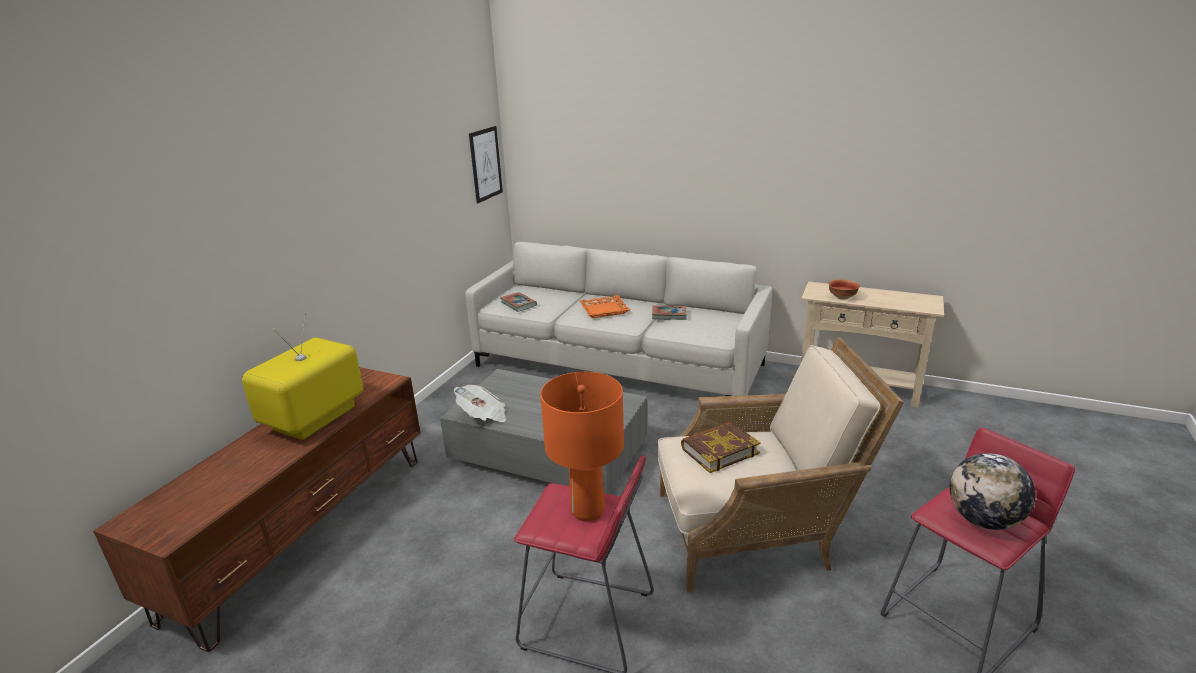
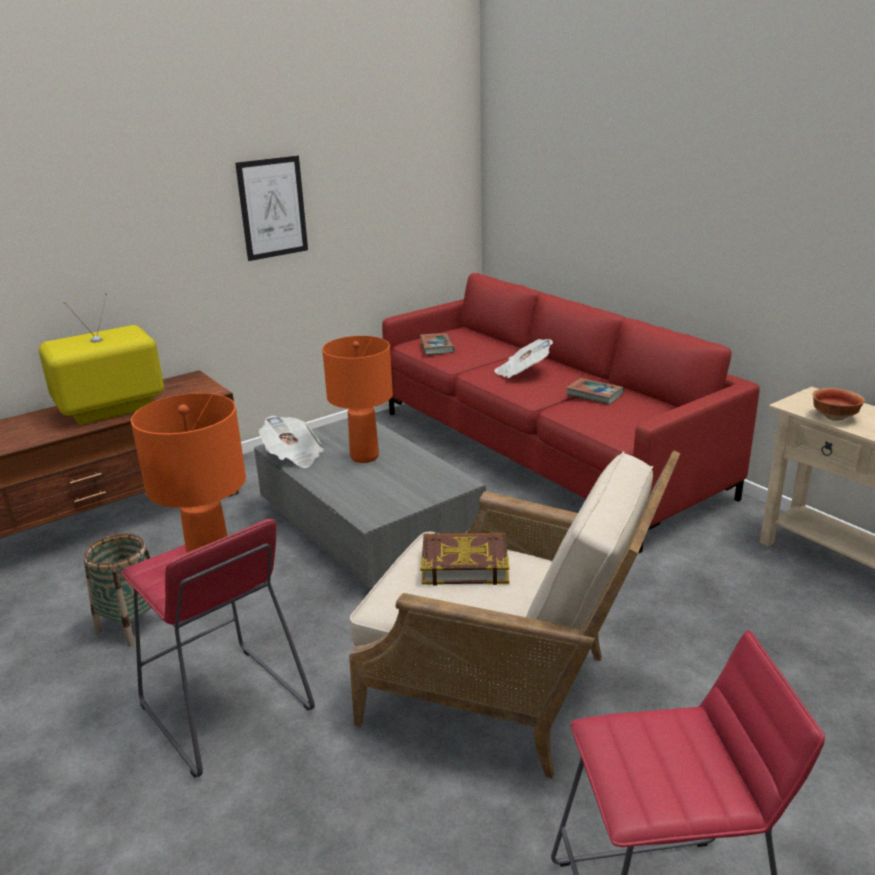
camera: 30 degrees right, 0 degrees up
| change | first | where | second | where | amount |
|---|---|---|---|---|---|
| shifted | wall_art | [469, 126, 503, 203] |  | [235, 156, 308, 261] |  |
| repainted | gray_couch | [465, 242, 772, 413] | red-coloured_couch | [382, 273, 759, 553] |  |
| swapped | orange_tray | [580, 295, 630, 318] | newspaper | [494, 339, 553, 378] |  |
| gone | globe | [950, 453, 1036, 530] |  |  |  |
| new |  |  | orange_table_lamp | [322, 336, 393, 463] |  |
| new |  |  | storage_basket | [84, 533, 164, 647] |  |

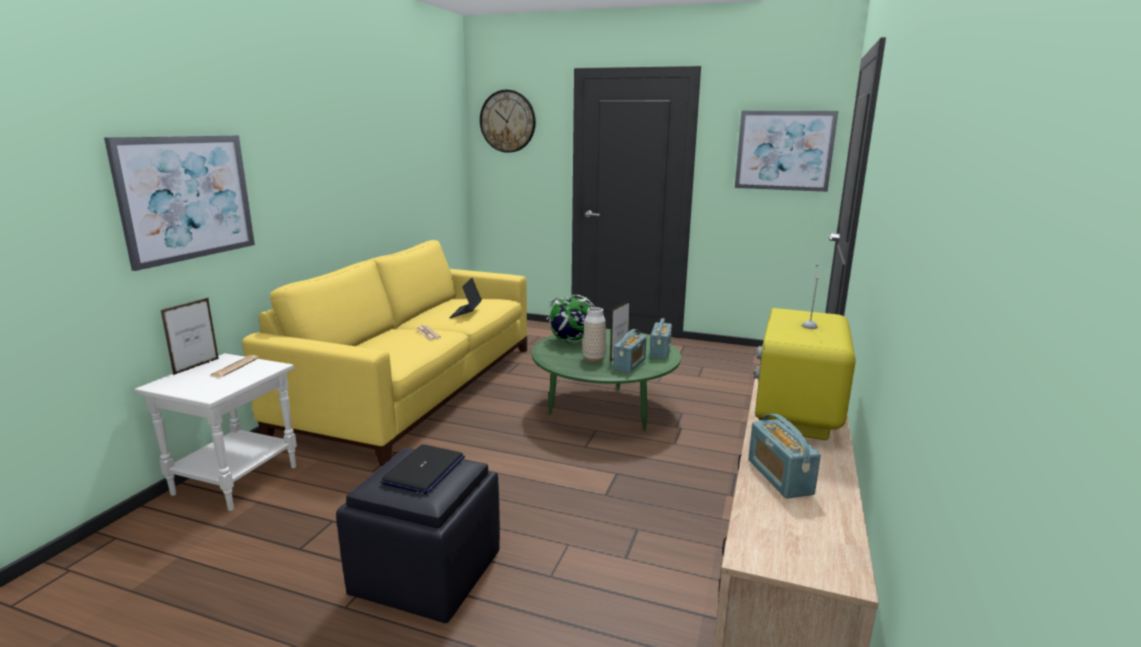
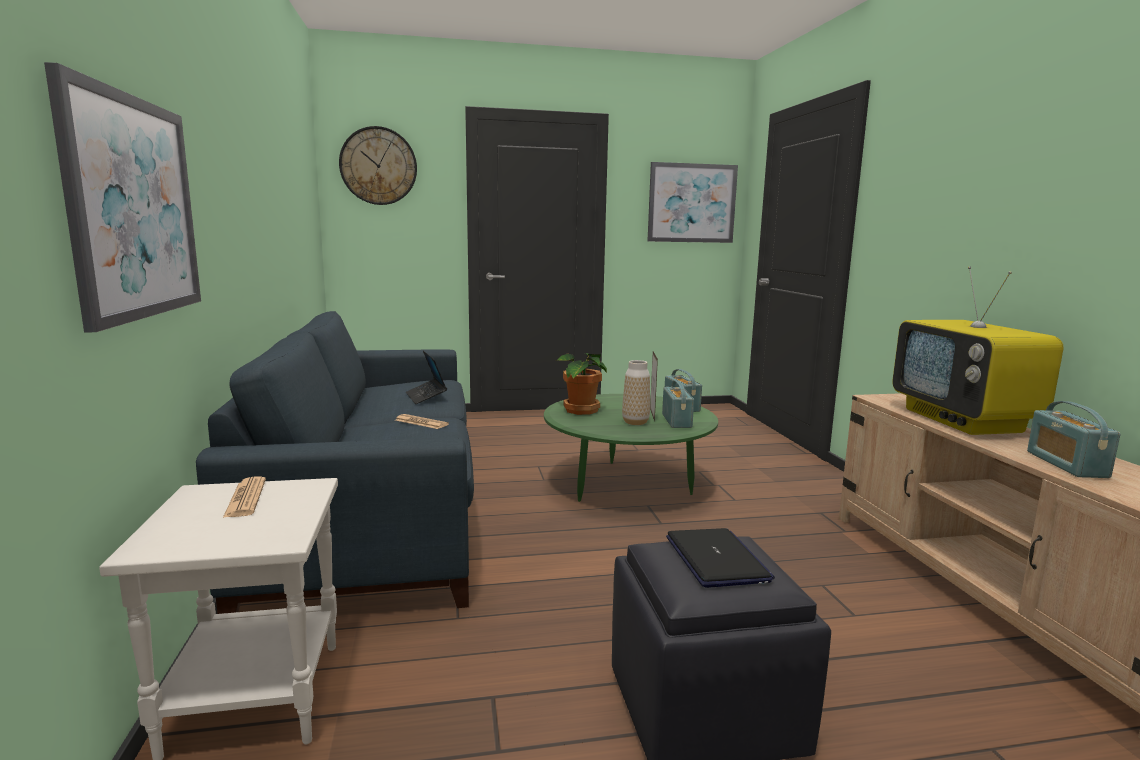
camera: 30 degrees left, 5 degrees down
| change | first | where | second | where | amount |
|---|---|---|---|---|---|
| repainted | yellow-coloured_couch | [242, 240, 527, 466] | blue_couch | [196, 311, 474, 614] |  |
| swapped | globe | [547, 295, 595, 343] | houseplant | [555, 353, 607, 415] |  |
| gone | photo_frame | [161, 298, 219, 375] |  |  |  |
| rotated | radio_receiver | [748, 414, 821, 498] |  | [1027, 401, 1121, 478] | 45 degrees clockwise |

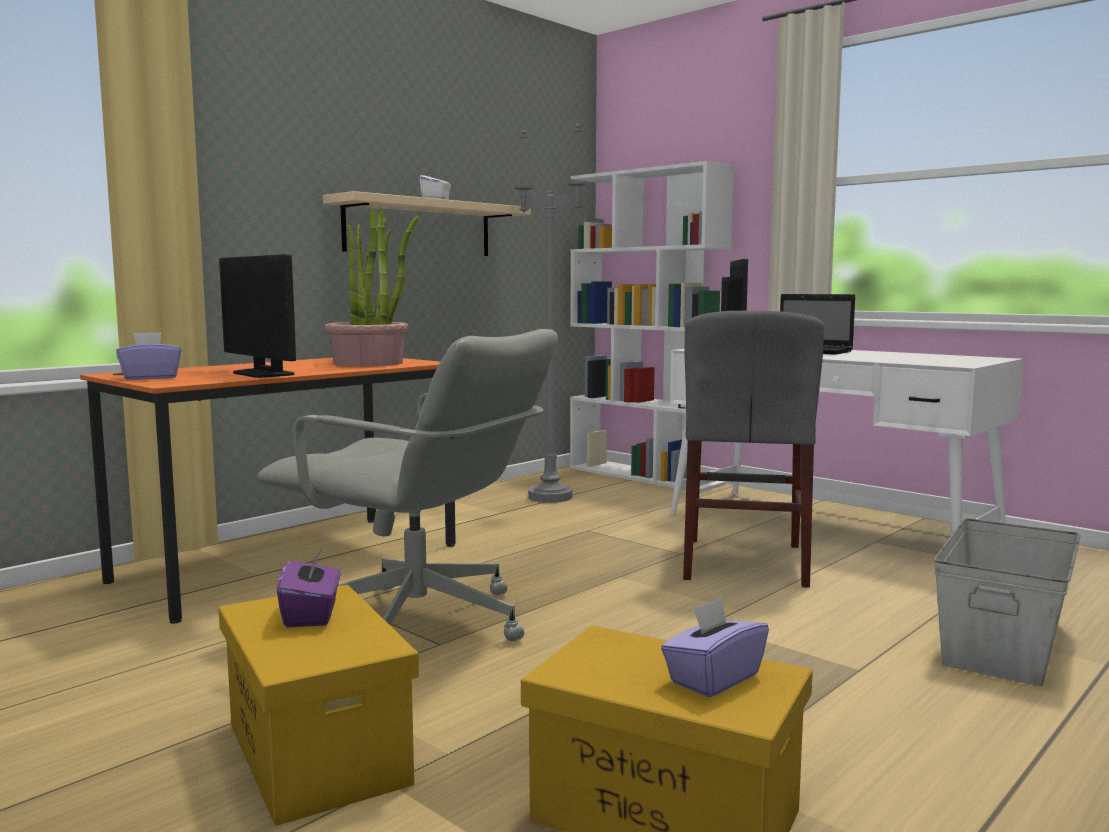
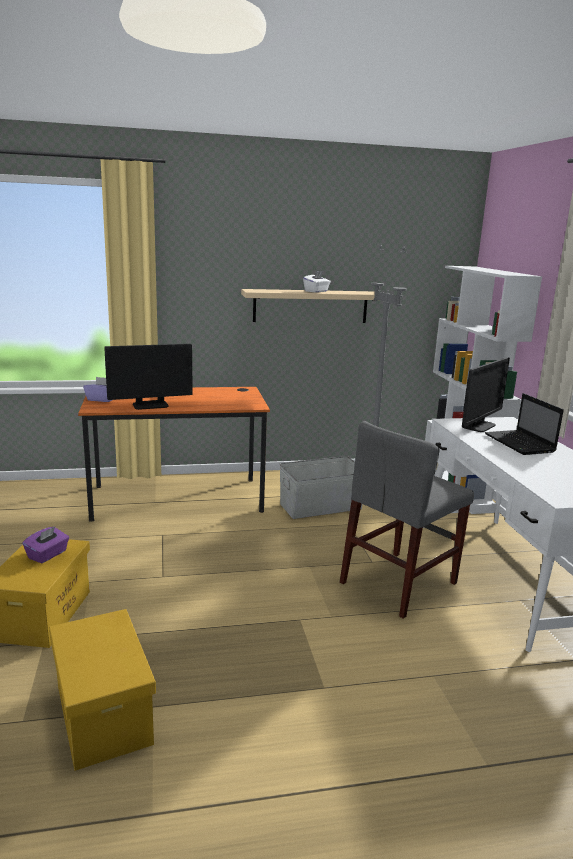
camera: 35 degrees right, 10 degrees up
| change | first | where | second | where | amount |
|---|---|---|---|---|---|
| gone | houseplant | [325, 207, 419, 367] |  |  |  |
| rotated | monitor | [219, 254, 296, 378] |  | [104, 344, 193, 410] | 105 degrees counterclockwise |
| gone | gray_office_chair | [258, 329, 558, 641] |  |  |  |
| shifted | gray_storage_container | [933, 518, 1081, 686] |  | [280, 456, 363, 519] |  |
| gone | purple_box_of_tissues | [661, 597, 769, 697] |  |  |  |

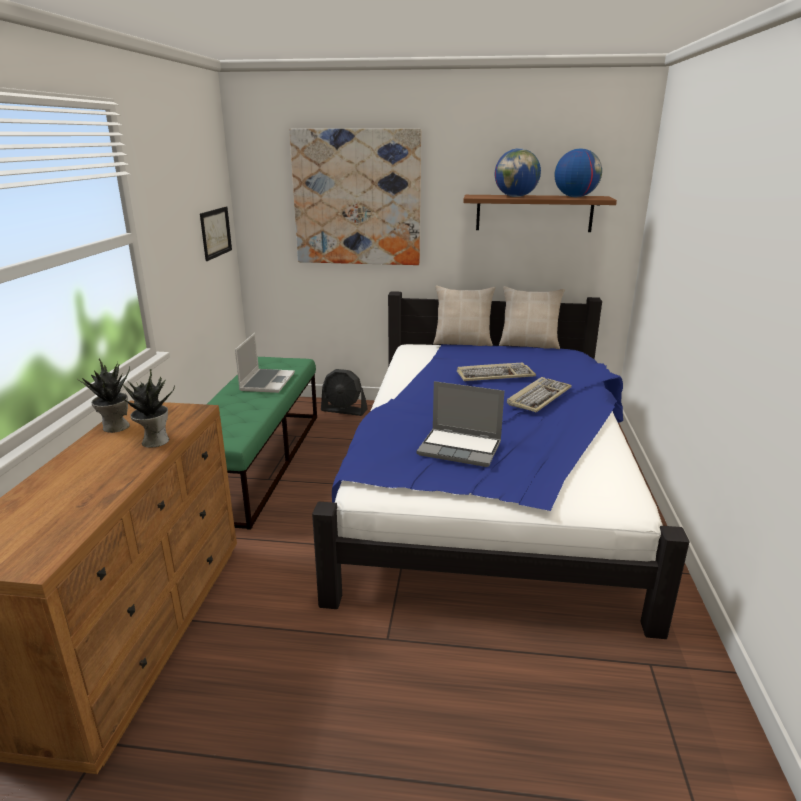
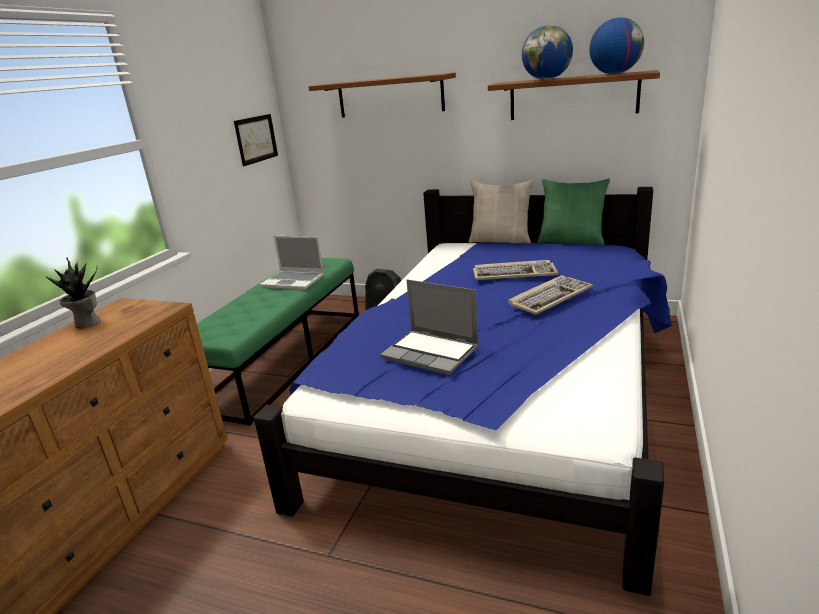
camera: 15 degrees right, 0 degrees up
| change | first | where | second | where | amount |
|---|---|---|---|---|---|
| swapped | wall_art | [289, 129, 421, 265] | brown-coloured_shelf | [308, 73, 456, 118] |  |
| repainted | beige_pillow | [499, 286, 565, 349] | green_pillow | [537, 179, 610, 245] |  |
| rotated | notebook_computer | [235, 333, 295, 393] |  | [260, 236, 324, 290] | 90 degrees clockwise |
| gone | houseplant | [122, 369, 175, 447] |  |  |  |

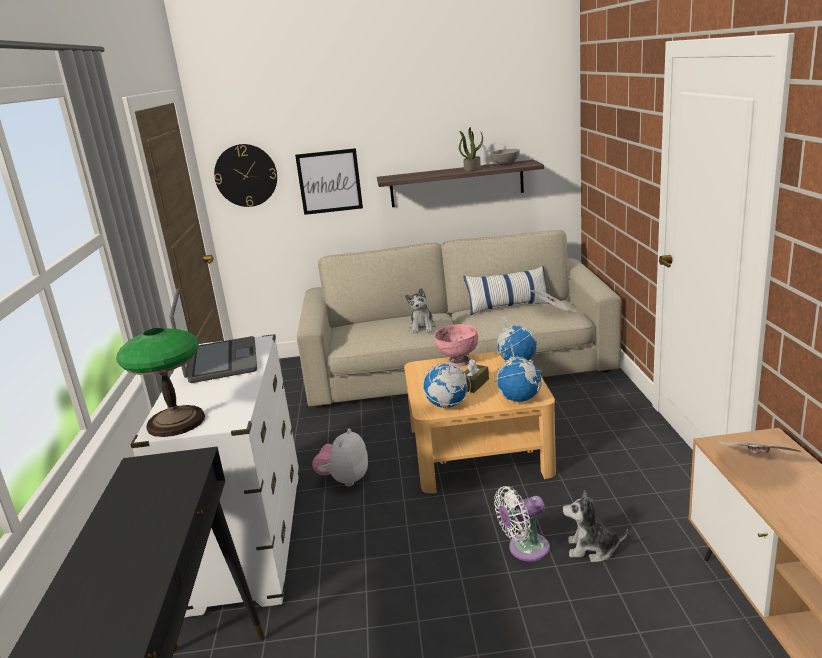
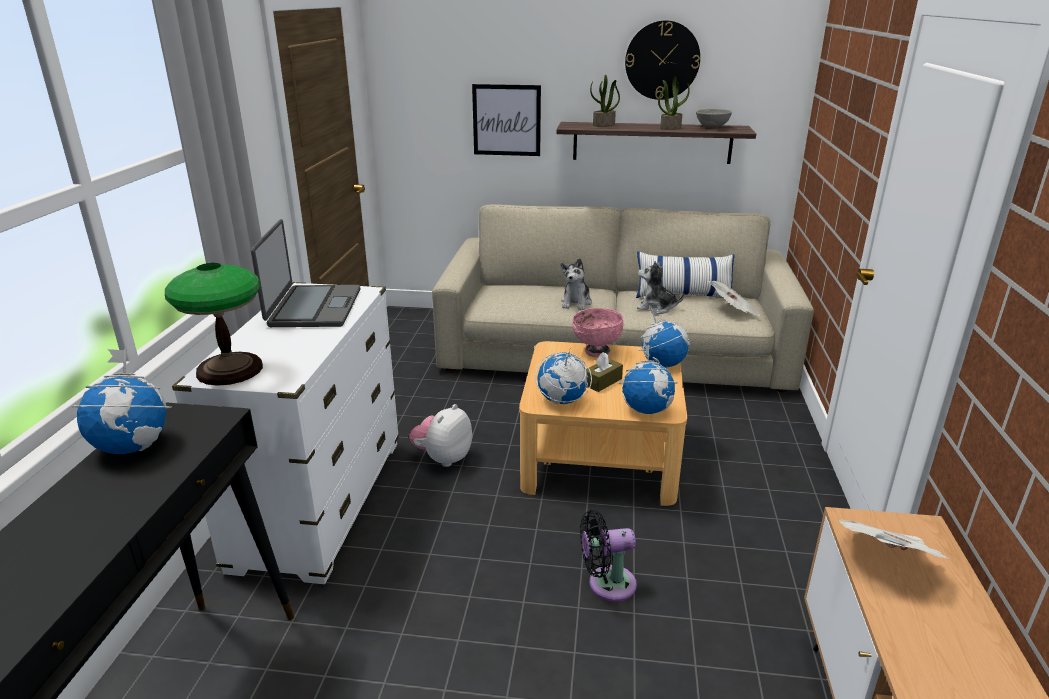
camera: 10 degrees right, 5 degrees up
| change | first | where | second | where | amount |
|---|---|---|---|---|---|
| shifted | hanging_clock | [214, 144, 277, 207] |  | [625, 20, 700, 100] |  |
| repainted | white-coloured_fan | [494, 486, 550, 562] | blackish_fan | [580, 510, 637, 602] |  |
| shifted | soft_toy | [562, 490, 628, 563] |  | [637, 261, 684, 314] |  |
| new |  |  | houseplant | [590, 75, 620, 126] |  |
| new |  |  | globe | [71, 349, 172, 454] |  |

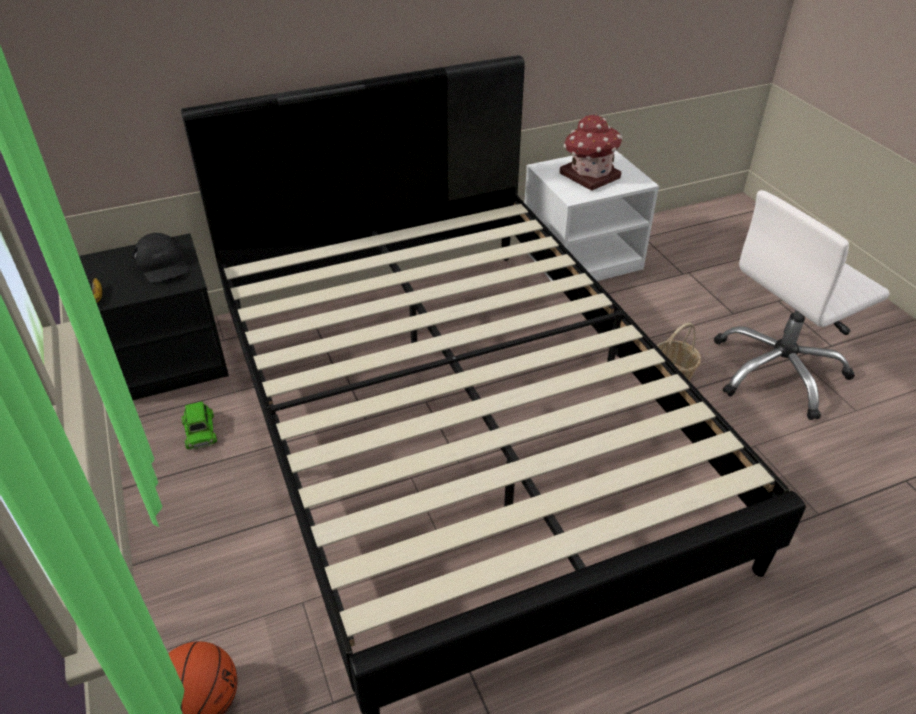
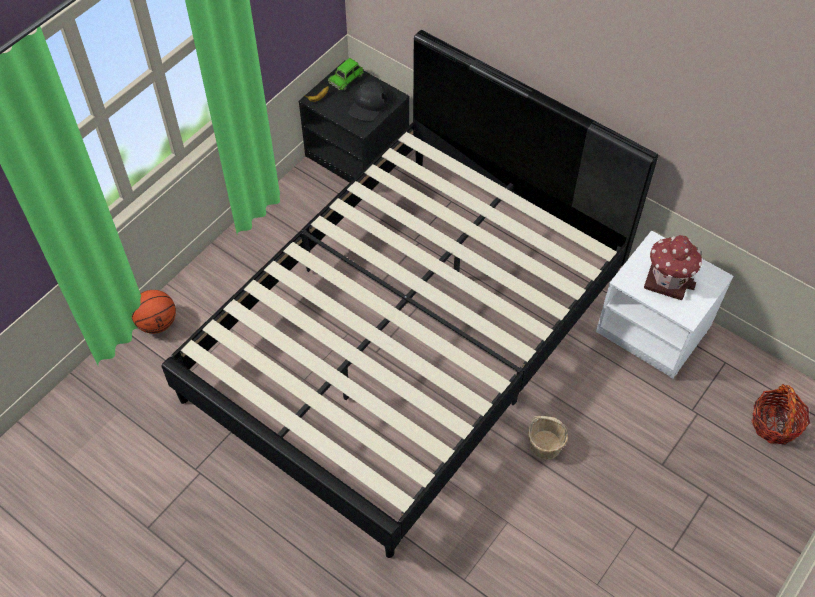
camera: 60 degrees right, 15 degrees up
| change | first | where | second | where | amount |
|---|---|---|---|---|---|
| gone | white-coloured_office_chair | [714, 190, 890, 420] |  |  |  |
| shifted | green_miniature_car | [181, 401, 217, 450] |  | [328, 58, 364, 90] |  |
| new |  |  | storage_basket | [751, 384, 810, 445] |  |

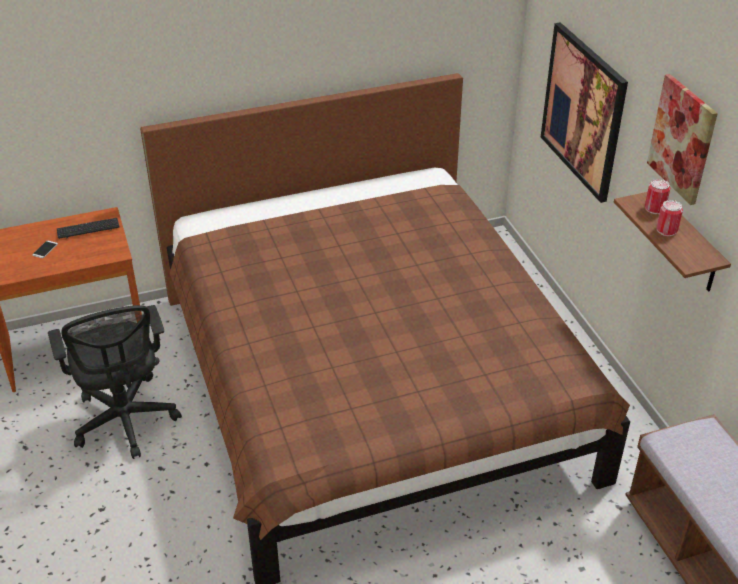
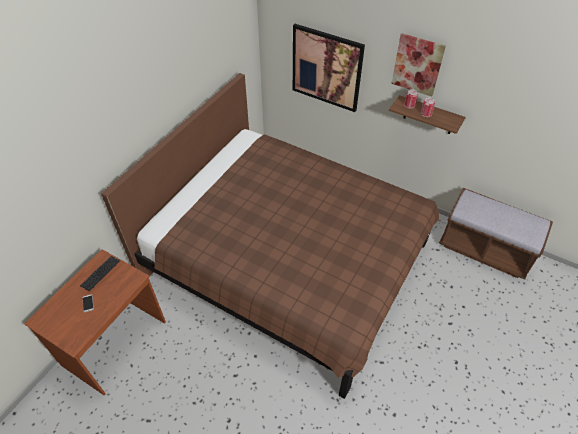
camera: 40 degrees left, 10 degrees up
| change | first | where | second | where | amount |
|---|---|---|---|---|---|
| gone | blackish_office_chair | [48, 305, 181, 459] |  |  |  |

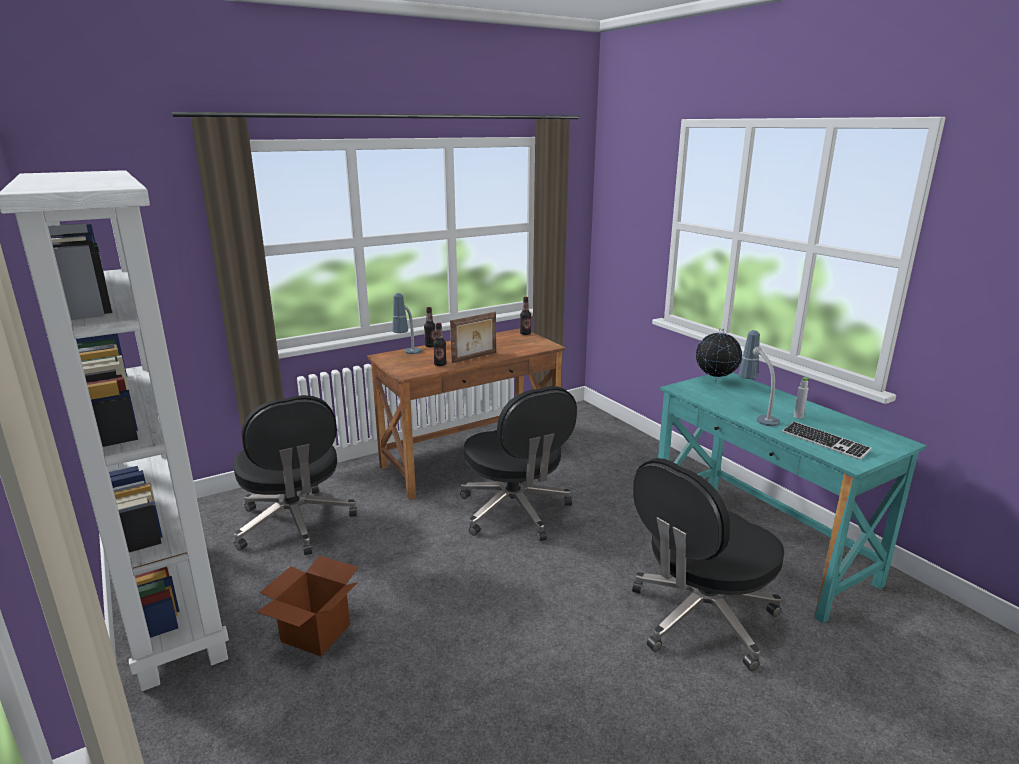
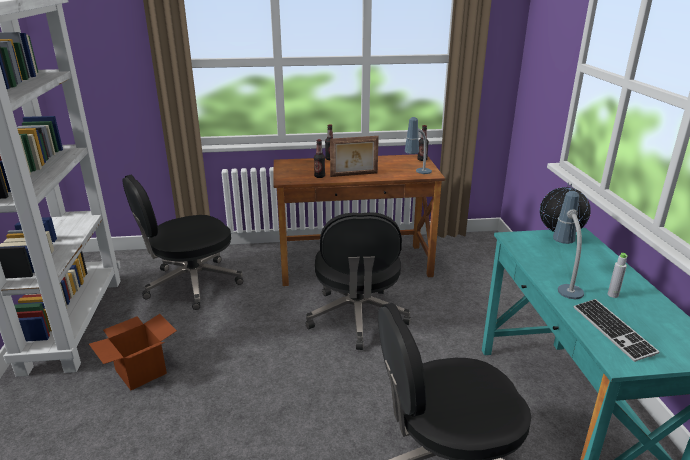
camera: 25 degrees right, 5 degrees up
| change | first | where | second | where | amount |
|---|---|---|---|---|---|
| shifted | table_lamp | [392, 293, 422, 354] |  | [405, 117, 432, 174] |  |
| rotated | blackish_office_chair | [233, 395, 357, 555] |  | [122, 175, 243, 310] | 60 degrees clockwise |

